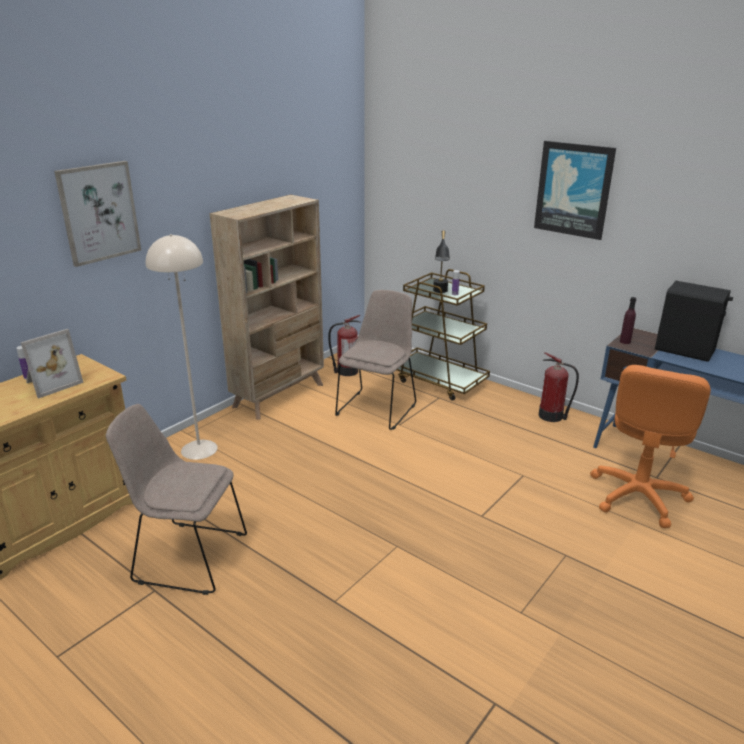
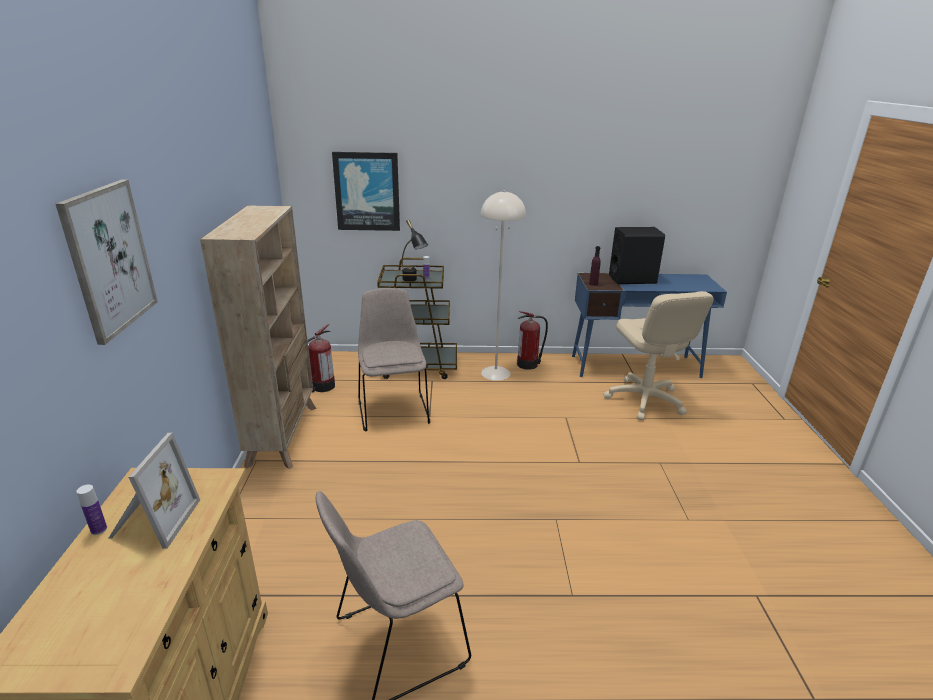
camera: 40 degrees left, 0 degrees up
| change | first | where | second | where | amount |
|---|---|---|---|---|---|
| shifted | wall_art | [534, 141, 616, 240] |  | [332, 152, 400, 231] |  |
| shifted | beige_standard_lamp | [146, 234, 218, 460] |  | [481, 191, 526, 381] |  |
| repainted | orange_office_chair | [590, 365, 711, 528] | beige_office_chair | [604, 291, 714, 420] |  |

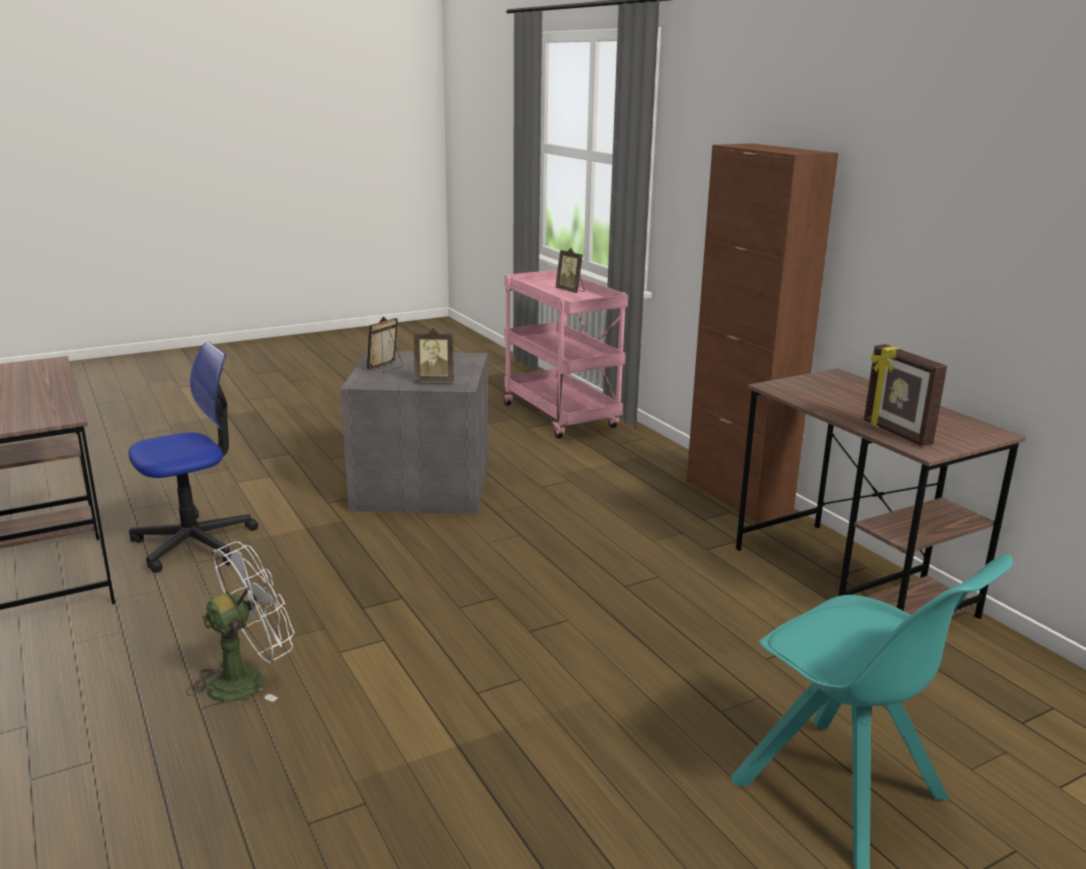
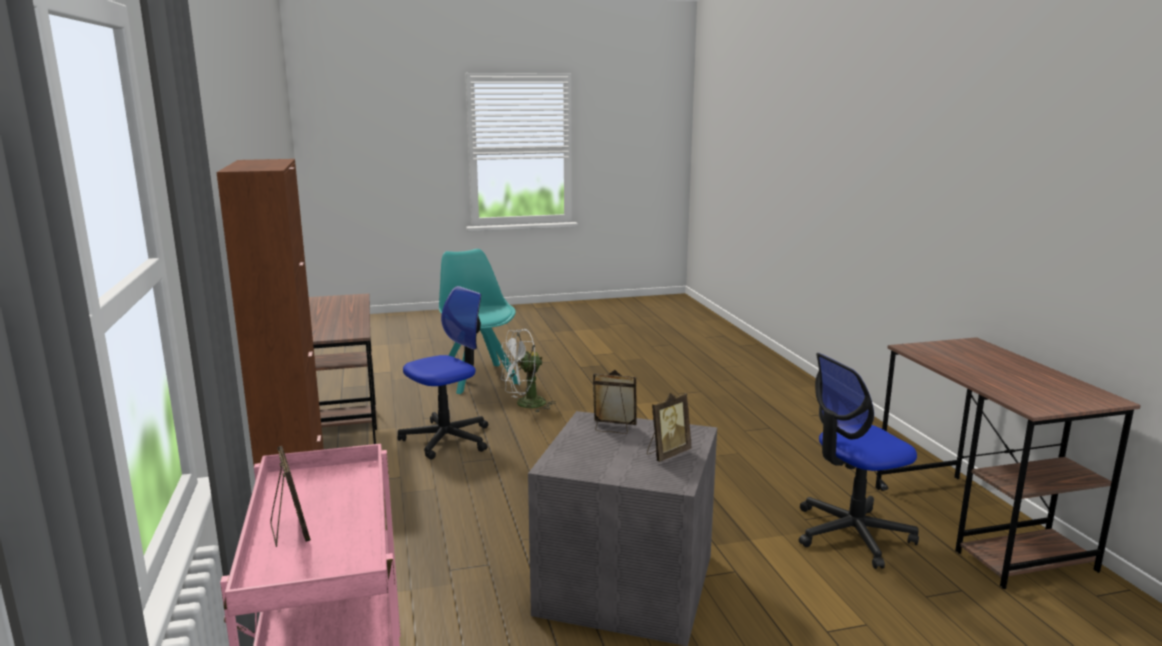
camera: 165 degrees left, 5 degrees down
| change | first | where | second | where | amount |
|---|---|---|---|---|---|
| gone | photo_frame | [864, 344, 947, 446] |  |  |  |
| shifted | white-coloured_fan | [186, 541, 294, 702] |  | [499, 329, 556, 413] |  |
| new |  |  | office_chair | [397, 286, 488, 460] |  |

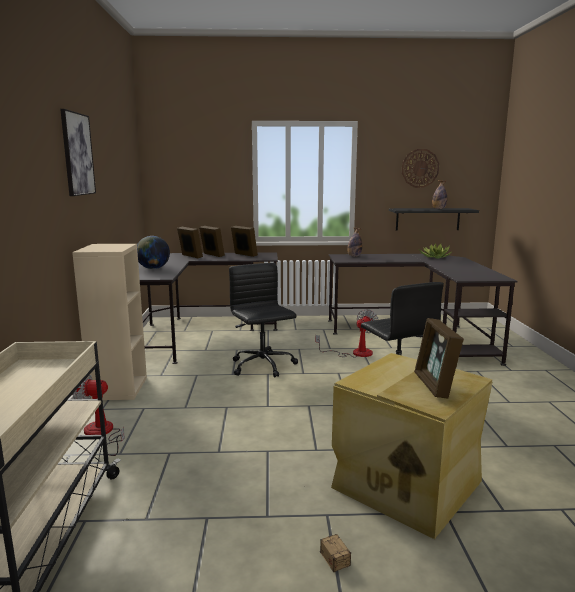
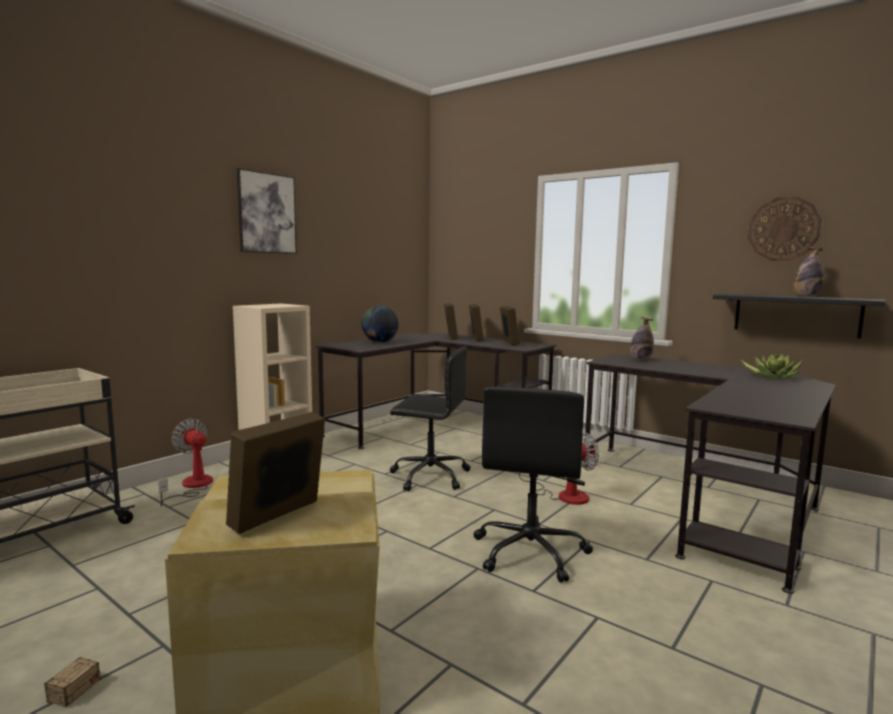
camera: 40 degrees right, 5 degrees down
| change | first | where | second | where | amount |
|---|---|---|---|---|---|
| rotated | blackish_office_chair | [229, 263, 298, 377] |  | [390, 347, 470, 491] | 90 degrees clockwise |

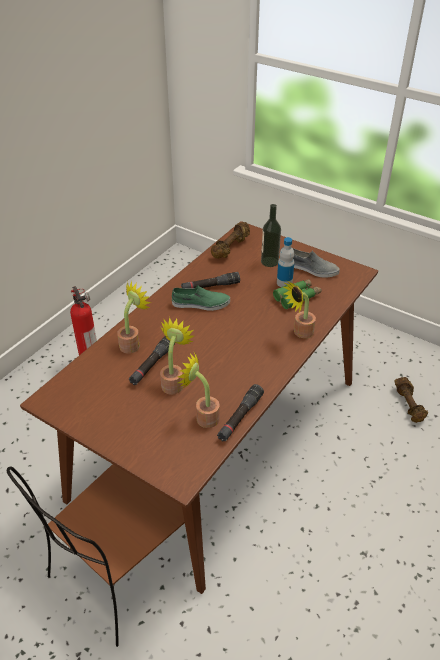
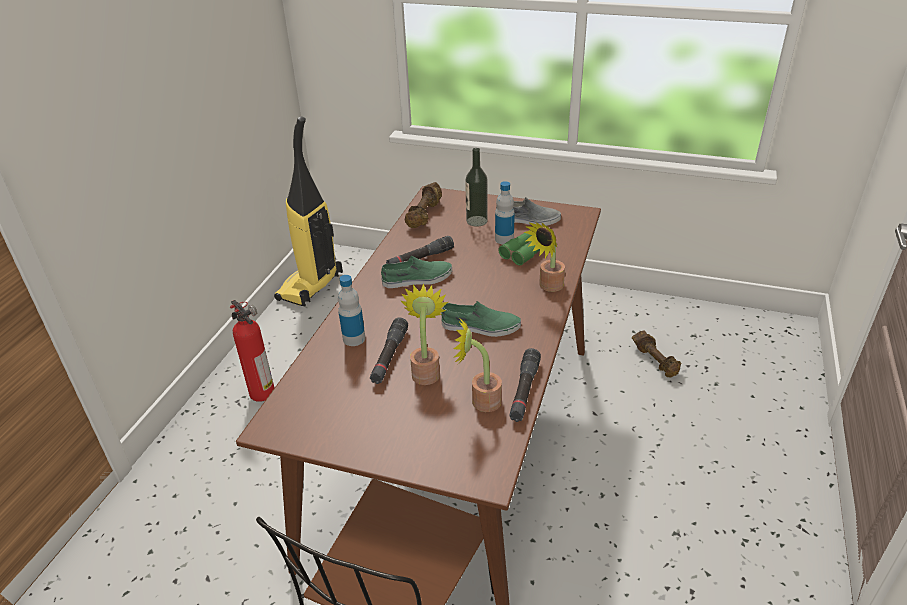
camera: 15 degrees left, 5 degrees down
| change | first | where | second | where | amount |
|---|---|---|---|---|---|
| swapped | houseplant | [117, 281, 151, 354] | drink_bottle | [338, 275, 365, 346] |  |
| new |  |  | vacuum_cleaner | [274, 116, 343, 306] |  |
| new |  |  | green_shoe | [441, 301, 521, 337] |  |

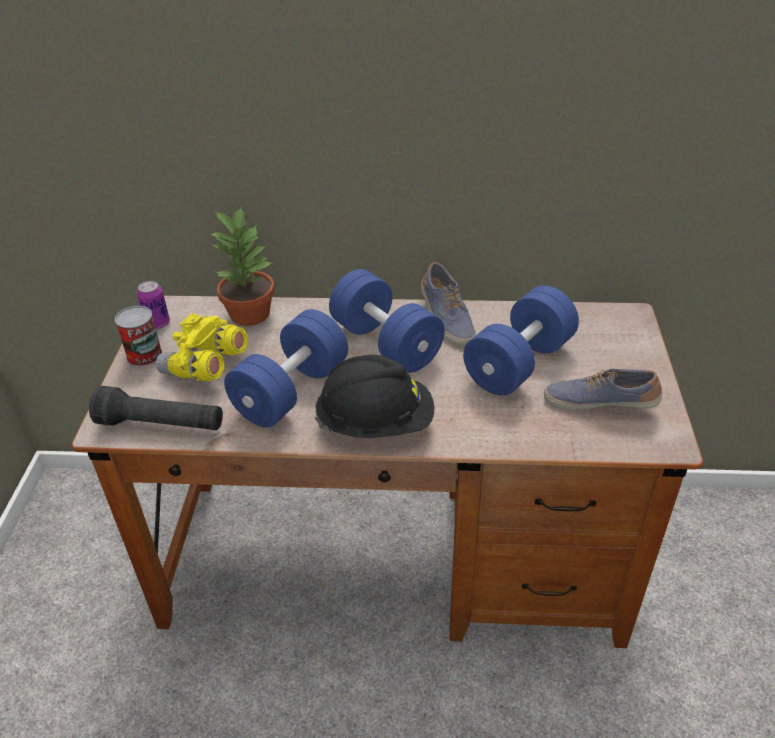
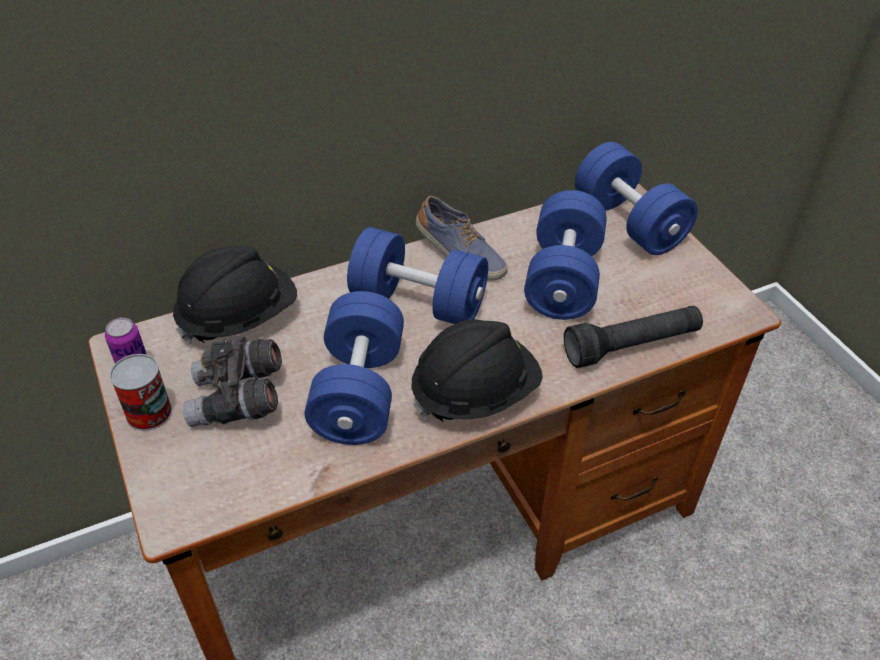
camera: 30 degrees left, 5 degrees up
| change | first | where | second | where | amount |
|---|---|---|---|---|---|
| swapped | houseplant | [210, 208, 275, 326] | blackish_work_helmet | [173, 246, 297, 345] |  |
| repainted | yellow-coloured_binoculars | [156, 313, 248, 381] | gray_binoculars | [183, 336, 282, 427] |  |
| gone | shoe | [544, 368, 662, 411] |  |  |  |
| shifted | blackish_torch | [89, 386, 223, 430] |  | [564, 306, 703, 368] |  |
| new |  |  | blue_hand_weight | [575, 142, 698, 255] |  |

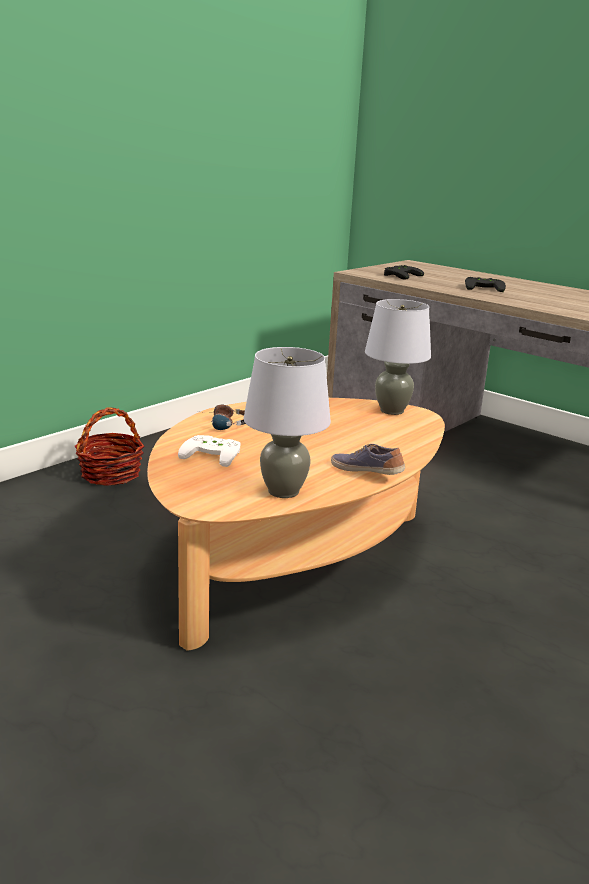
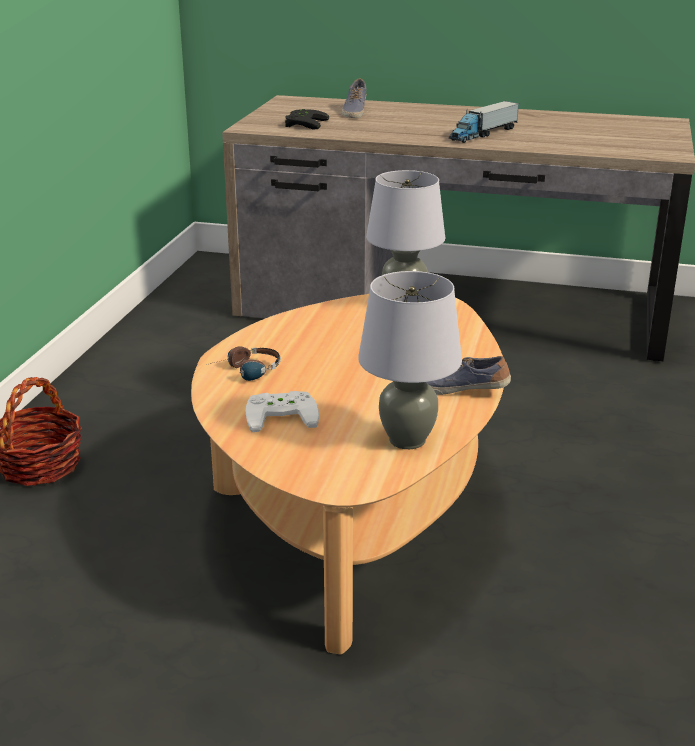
camera: 25 degrees left, 5 degrees up
| change | first | where | second | where | amount |
|---|---|---|---|---|---|
| gone | blackish_gamepad | [465, 277, 506, 292] |  |  |  |
| new |  |  | shoe | [342, 79, 367, 118] |  |
| new |  |  | model_truck | [449, 101, 519, 143] |  |

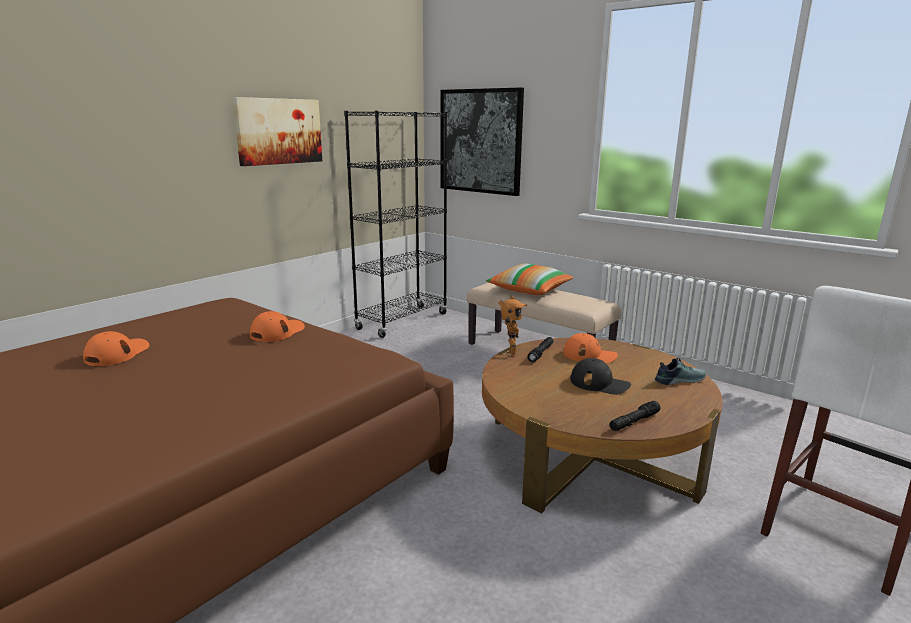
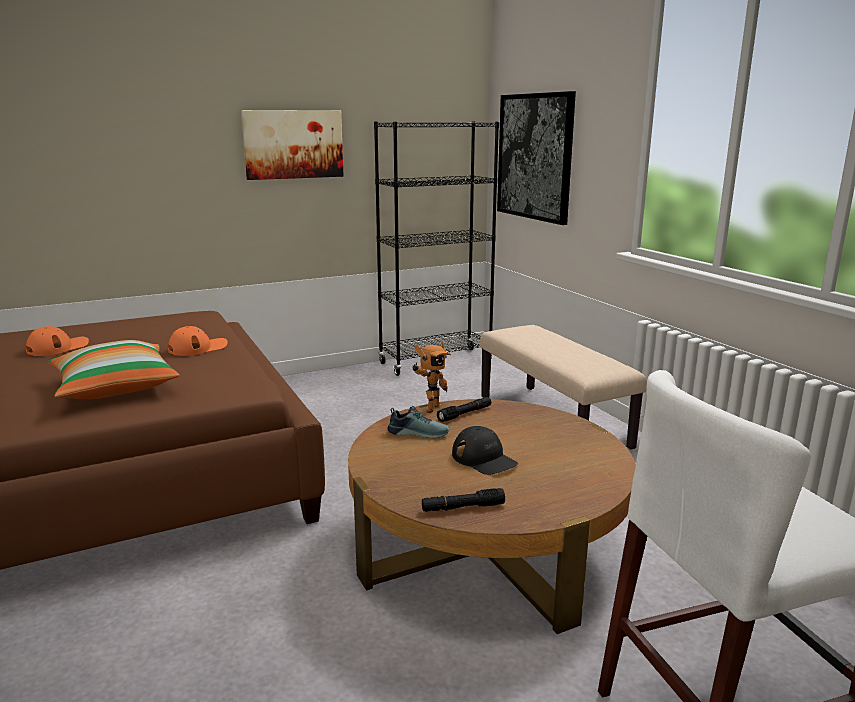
camera: 25 degrees right, 0 degrees up
| change | first | where | second | where | amount |
|---|---|---|---|---|---|
| shifted | pillow | [486, 264, 574, 295] |  | [48, 340, 179, 399] |  |
| gone | orange_baseball_cap | [563, 333, 618, 363] |  |  |  |
| shifted | shoe | [655, 357, 706, 385] |  | [387, 406, 449, 438] |  |

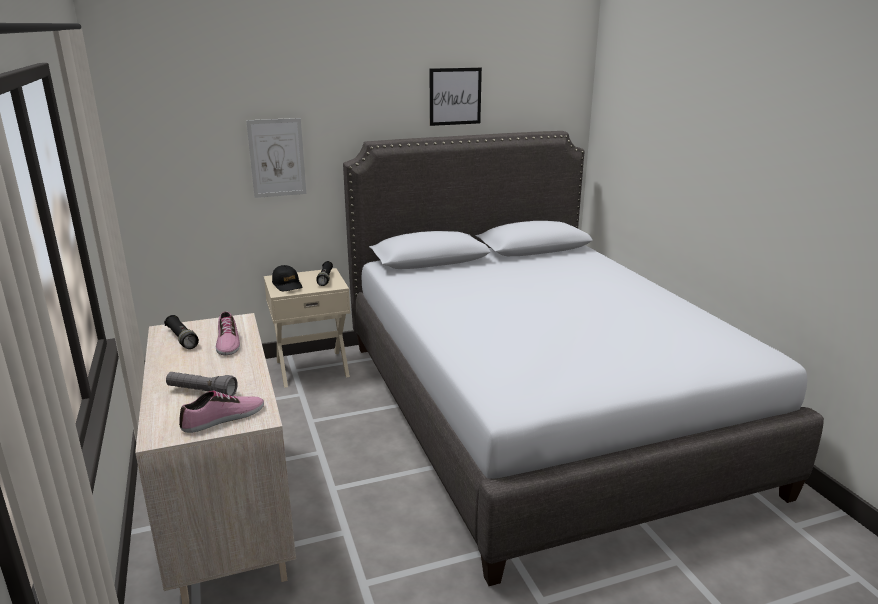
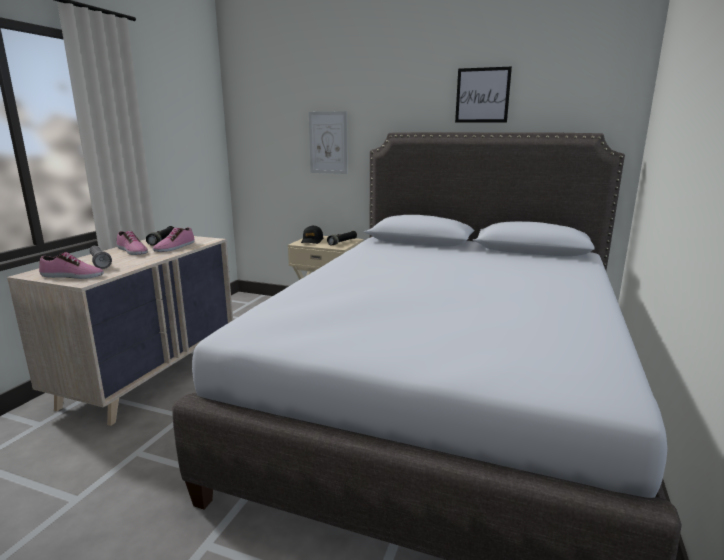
camera: 40 degrees right, 5 degrees down
| change | first | where | second | where | amount |
|---|---|---|---|---|---|
| new |  |  | shoe | [116, 231, 148, 255] |  |

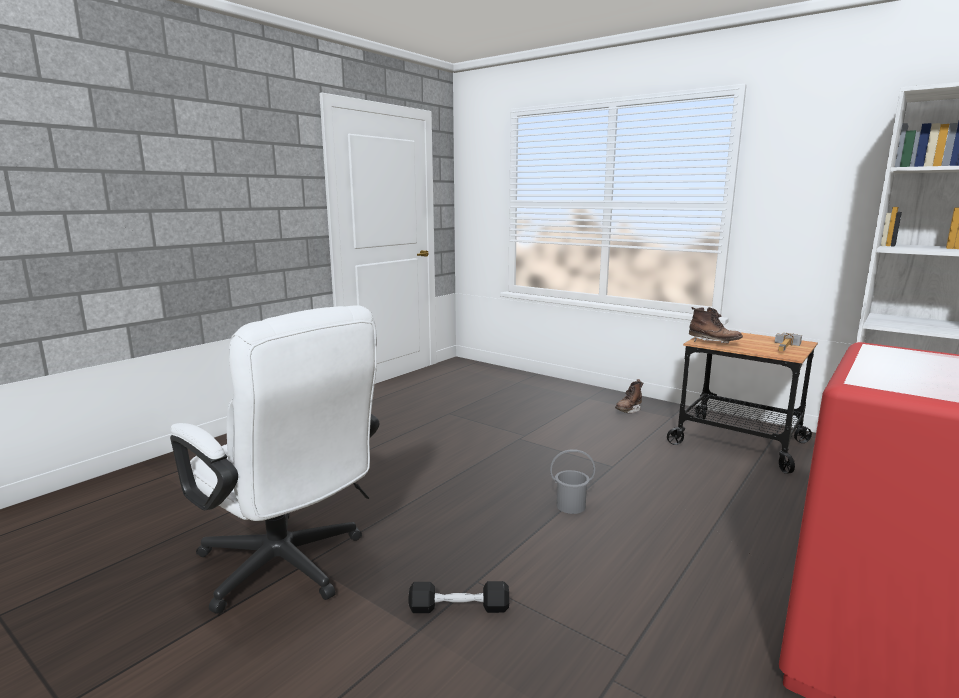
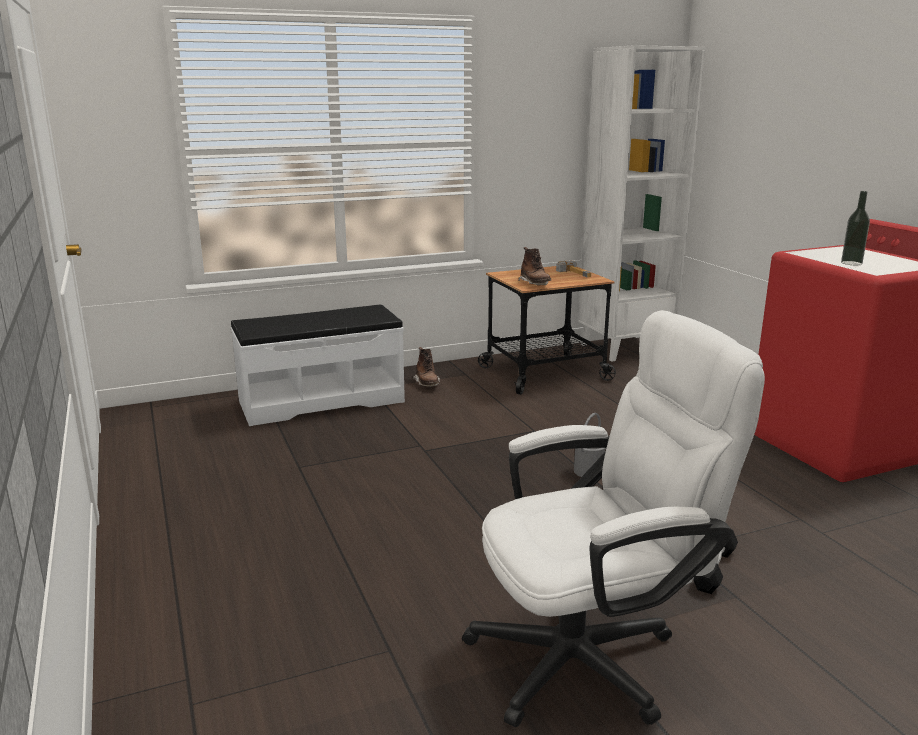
camera: 60 degrees left, 5 degrees up
| change | first | where | second | where | amount |
|---|---|---|---|---|---|
| rotated | brown-coloured_tall_boot | [689, 307, 743, 344] |  | [519, 247, 551, 285] | 90 degrees clockwise |
| new |  |  | drink_bottle | [841, 191, 870, 265] |  |
| new |  |  | white-coloured_indoor_bench | [231, 304, 405, 426] |  |

